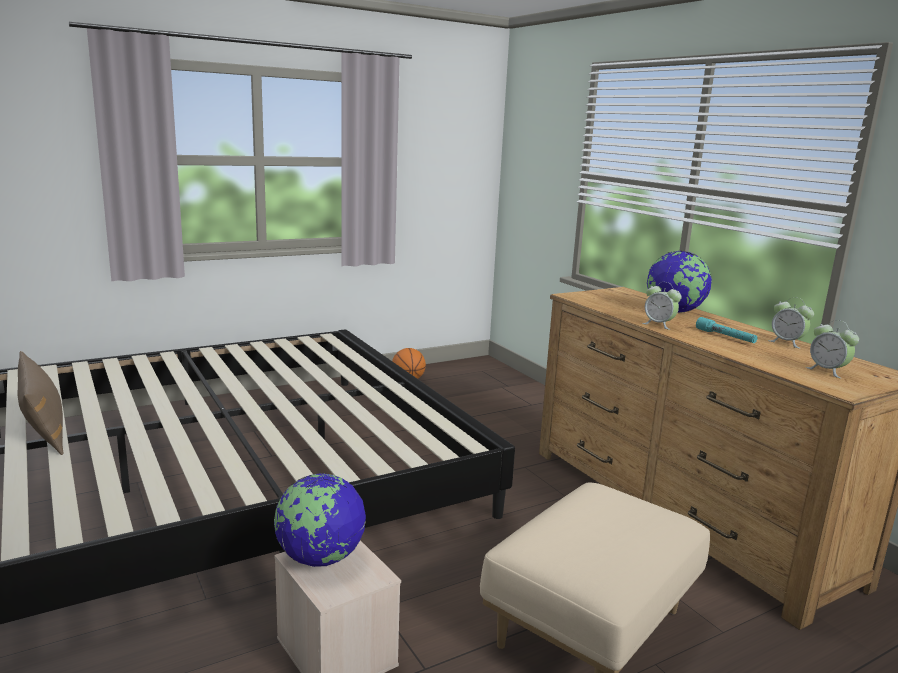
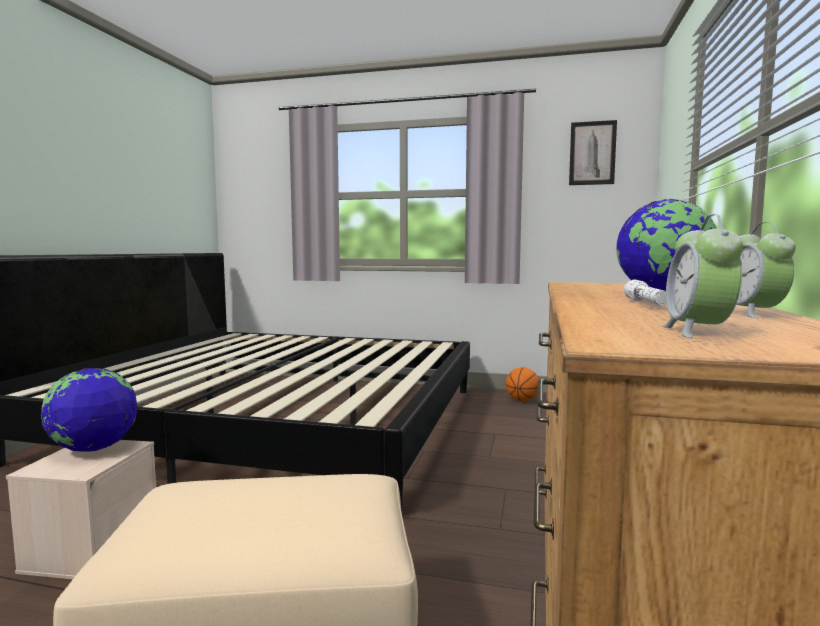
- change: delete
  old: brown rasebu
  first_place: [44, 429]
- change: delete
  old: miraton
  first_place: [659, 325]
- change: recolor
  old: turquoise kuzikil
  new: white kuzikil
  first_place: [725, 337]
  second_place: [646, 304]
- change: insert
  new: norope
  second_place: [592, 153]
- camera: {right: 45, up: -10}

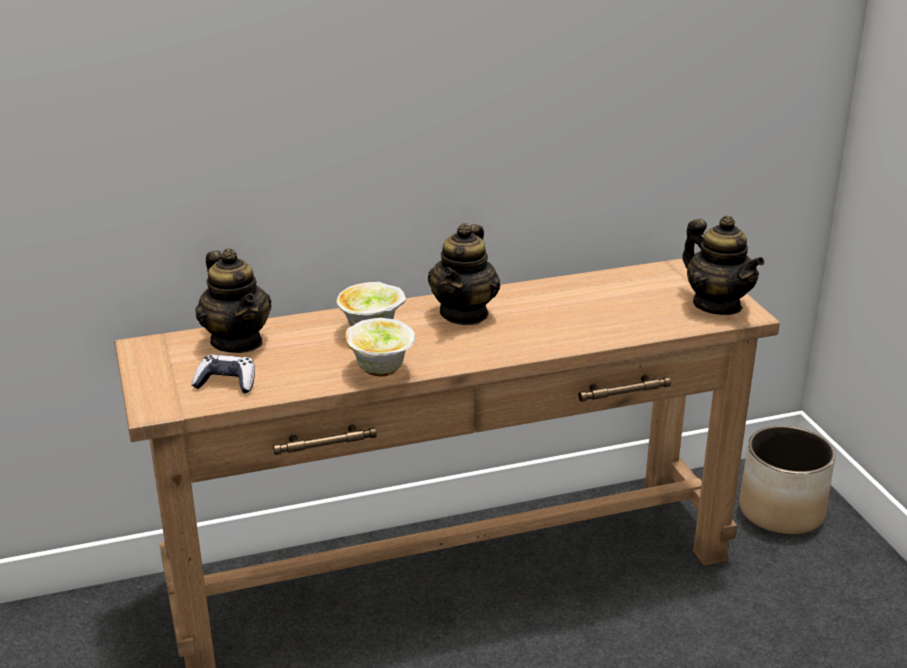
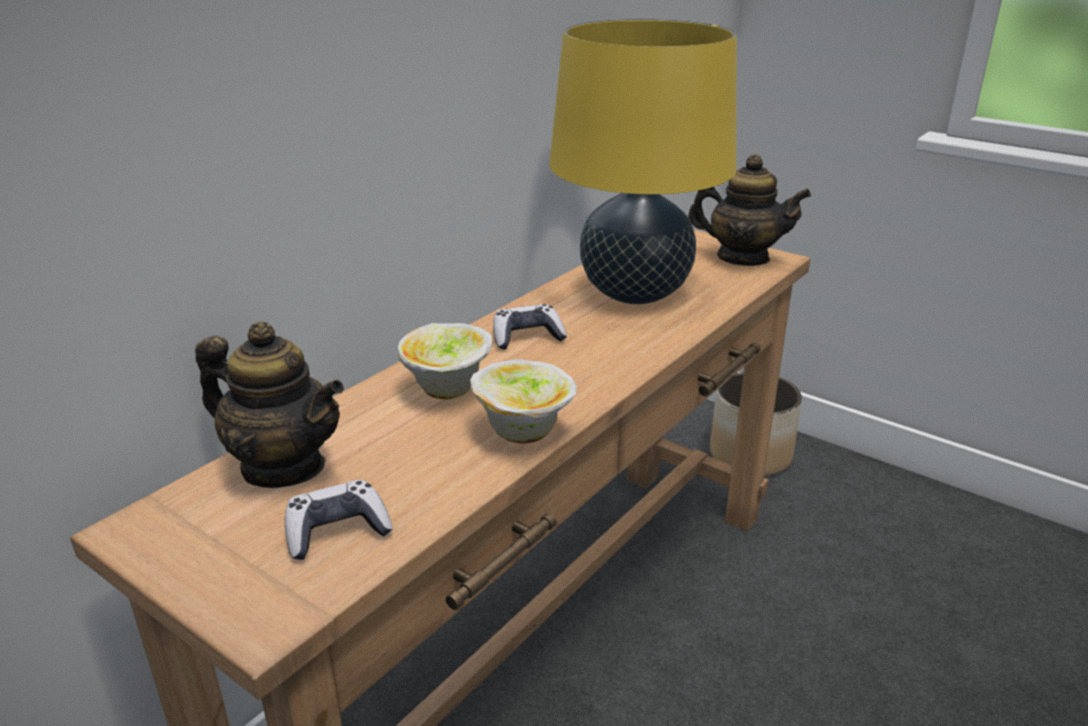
- change: replace
  old: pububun
  new: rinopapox
  first_place: [464, 313]
  second_place: [527, 337]
- change: insert
  new: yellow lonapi
  second_place: [635, 293]
- camera: {right: -35, up: 0}

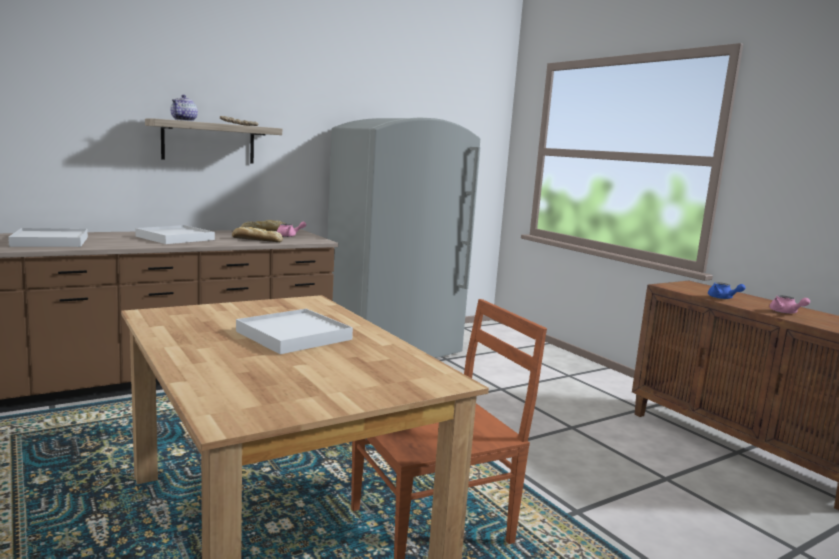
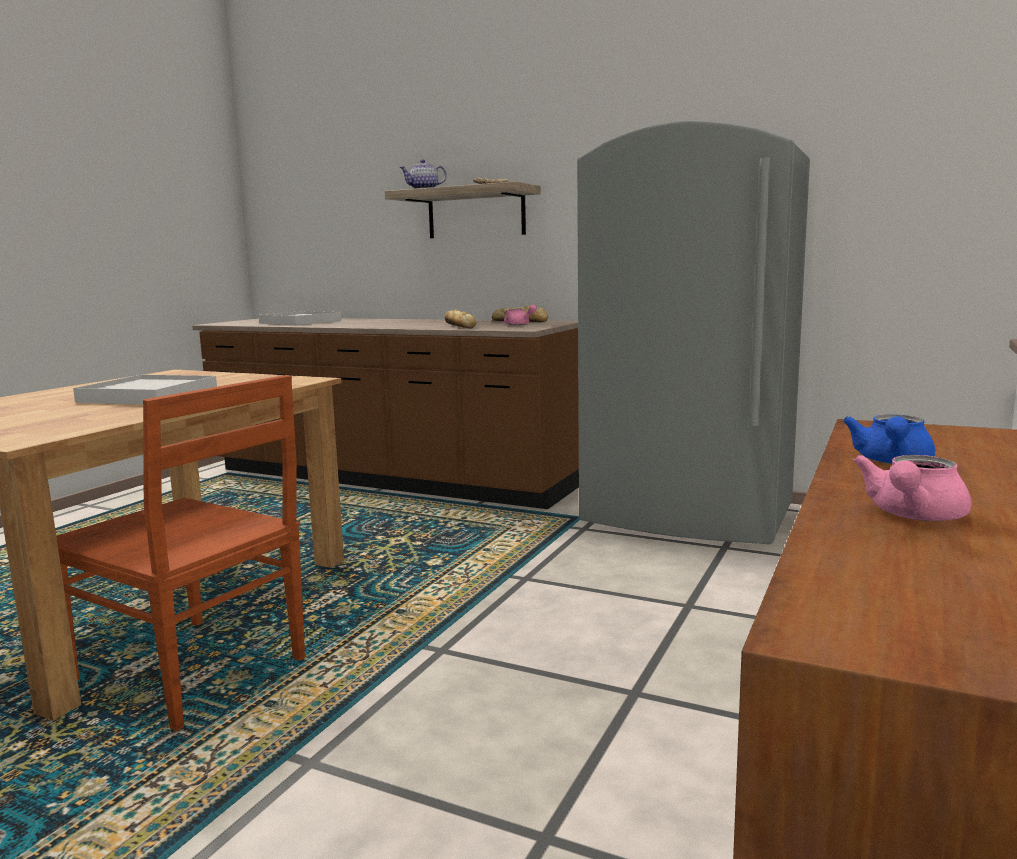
- change: delete
  old: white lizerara
  first_place: [175, 238]
- camera: {right: 60, up: 0}

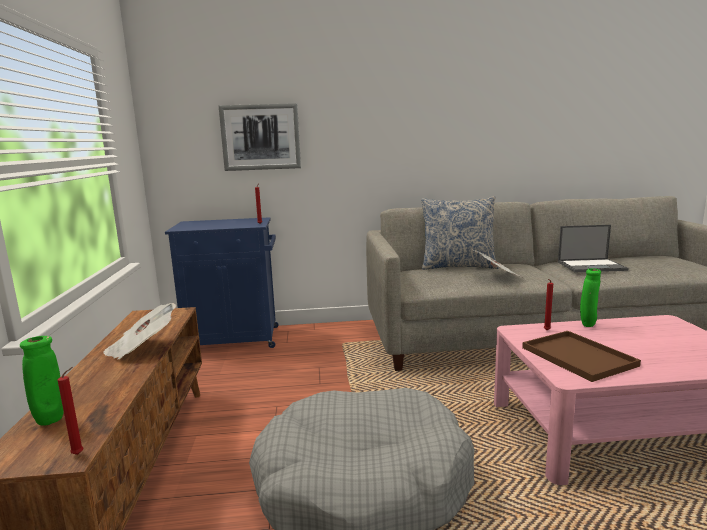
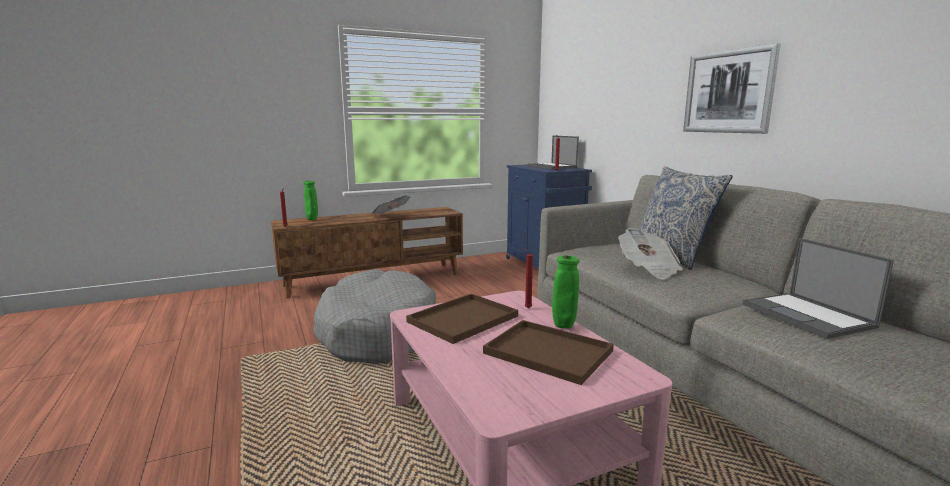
- change: move
  old: norope
  first_place: [260, 137]
  second_place: [728, 92]
- change: insert
  new: brown lizerara
  second_place: [545, 352]
- change: insert
  new: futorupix
  second_place: [552, 167]
- camera: {right: 70, up: 0}

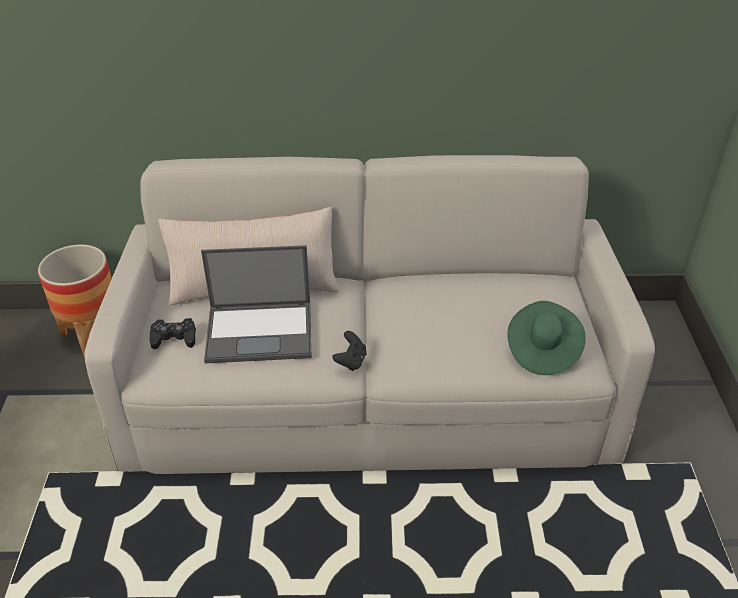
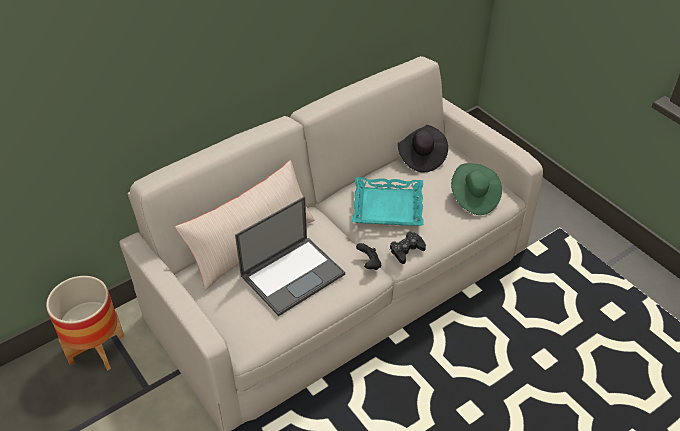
- change: move
  old: black rinopapox
  first_place: [174, 338]
  second_place: [406, 250]
- change: insert
  new: turquoise lizerara
  second_place: [387, 207]
- change: insert
  new: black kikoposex
  second_place: [421, 157]
- camera: {right: -35, up: 5}

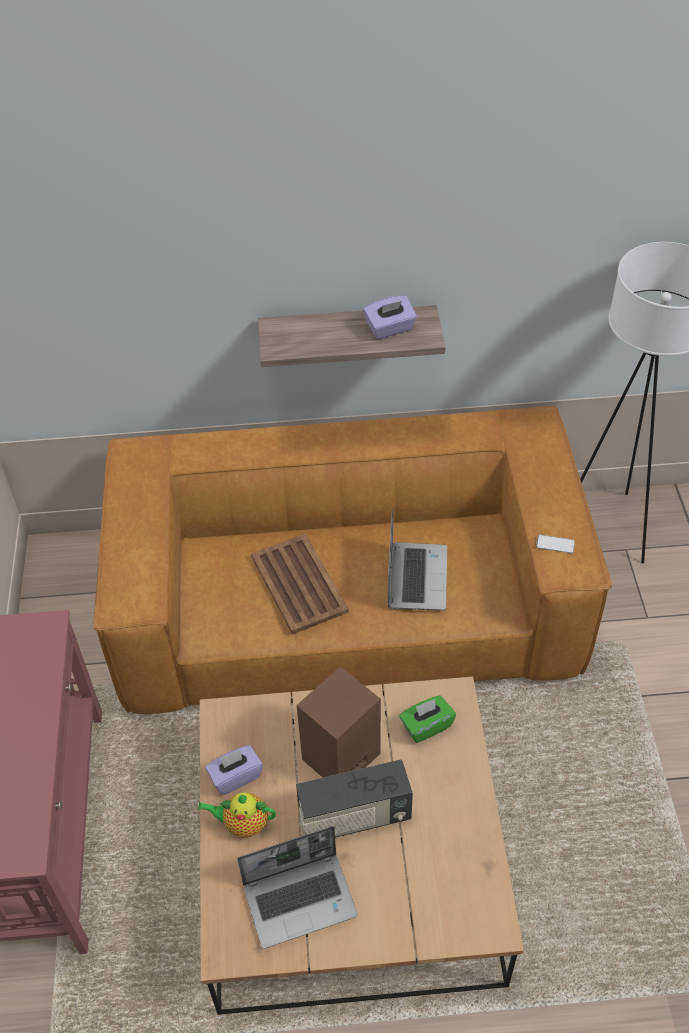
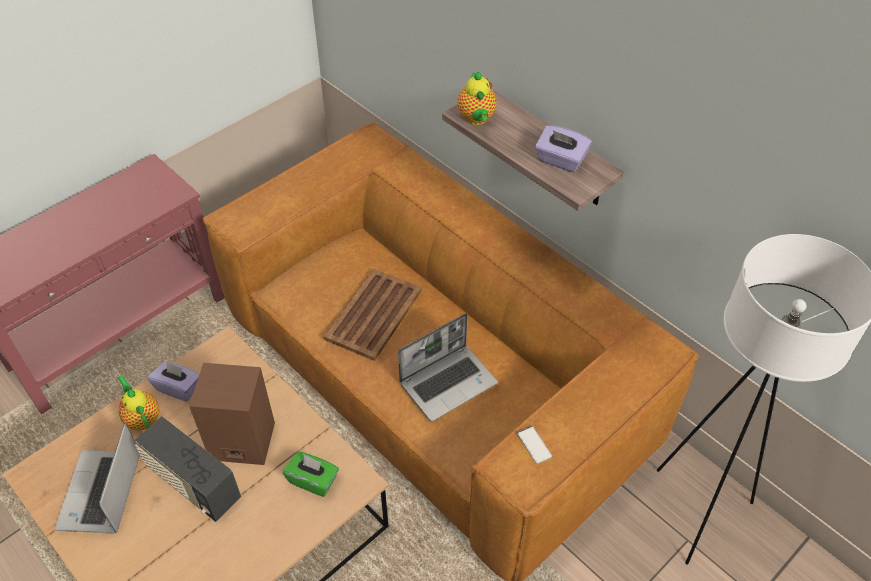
- change: rotate
  old: futorupix
  first_place: [300, 899]
  second_place: [101, 493]
  degrees: 60
- change: insert
  new: pububun
  second_place: [476, 119]
- camera: {right: 50, up: 0}

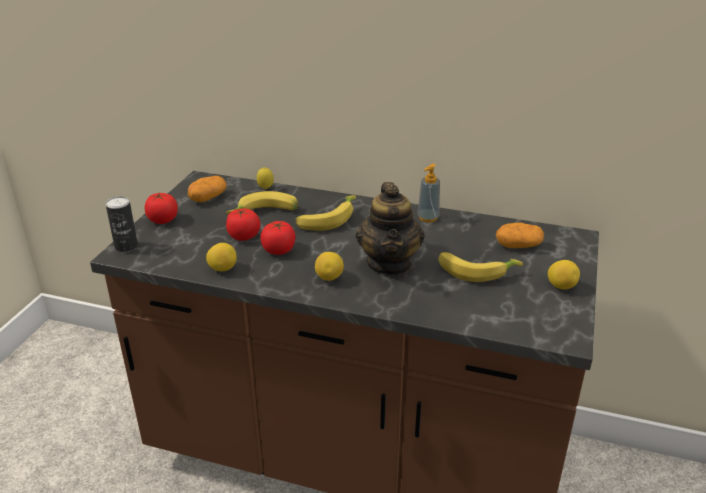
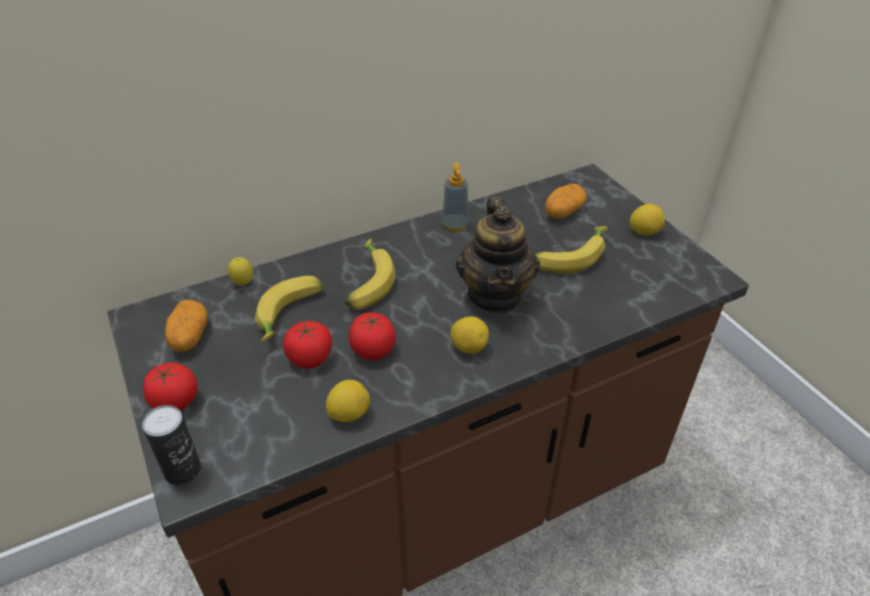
- change: rotate
  old: pububun
  first_place: [389, 263]
  second_place: [496, 295]
  degrees: 45
- camera: {right: -45, up: 10}

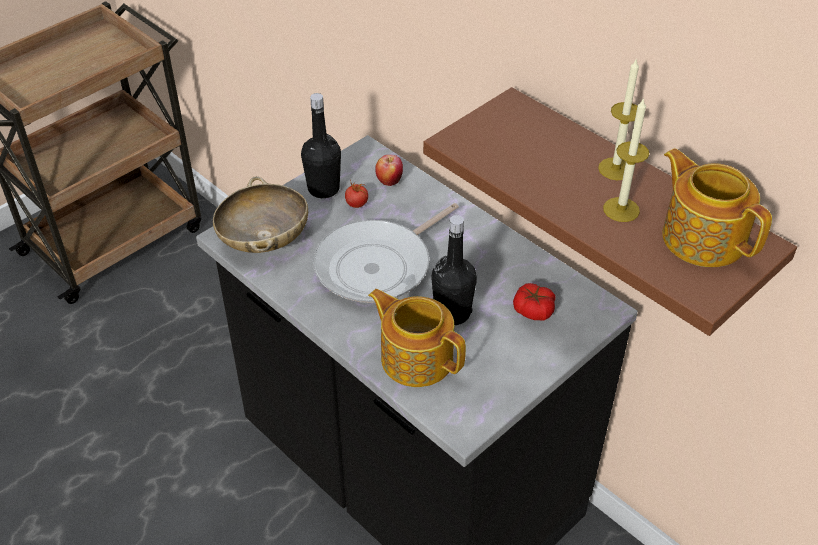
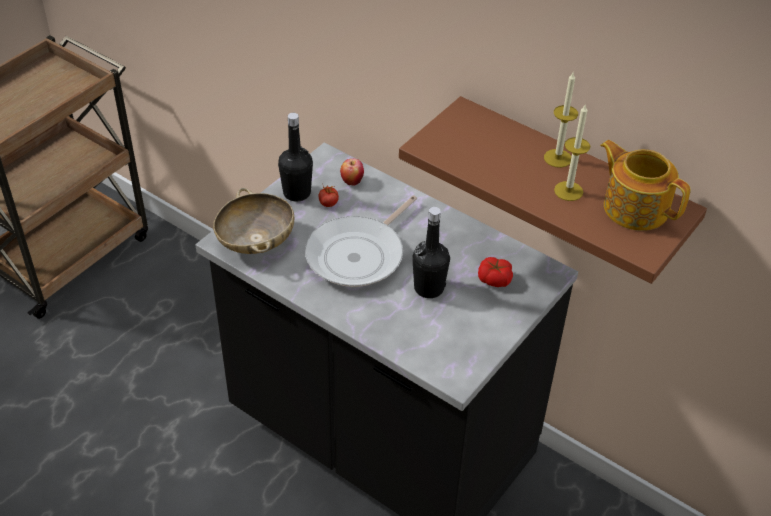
- change: delete
  old: pububun
  first_place: [416, 357]
- camera: {right: -10, up: 0}

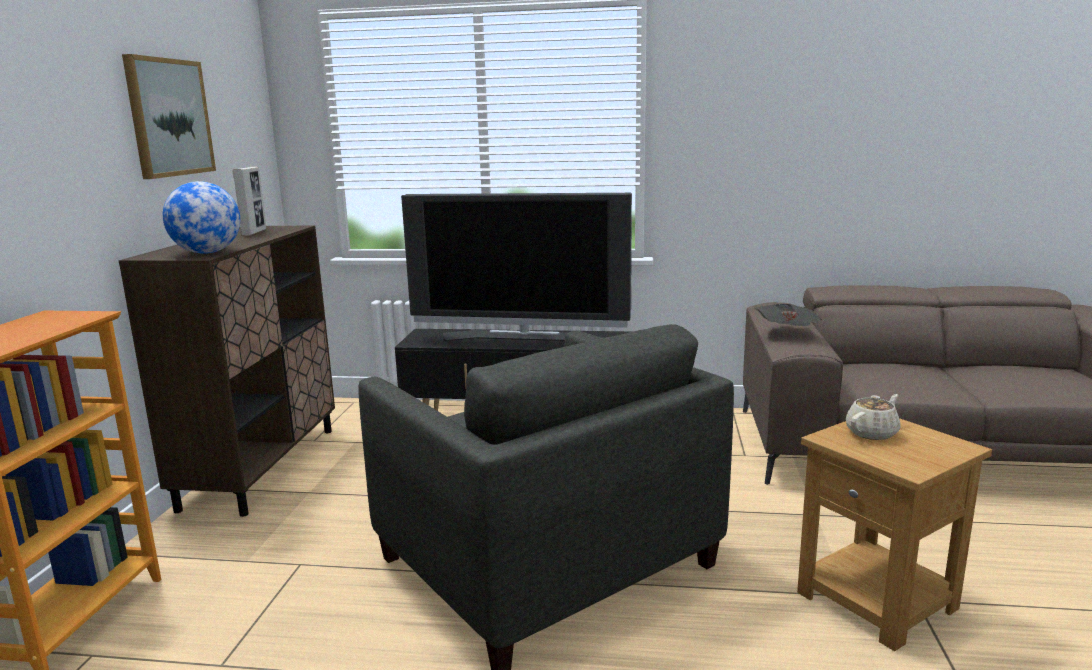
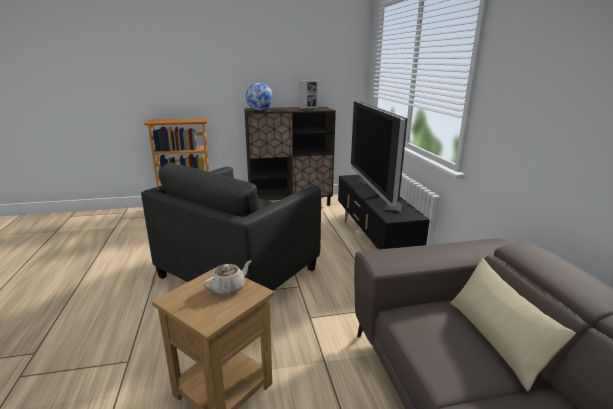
- change: delete
  old: norope
  first_place: [169, 117]
- change: delete
  old: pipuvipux
  first_place: [788, 333]
- change: rotate
  old: beige pububun
  first_place: [872, 433]
  second_place: [229, 288]
  degrees: -75
- change: insert
  new: beige rasebu
  second_place: [496, 338]
- camera: {right: 70, up: 5}

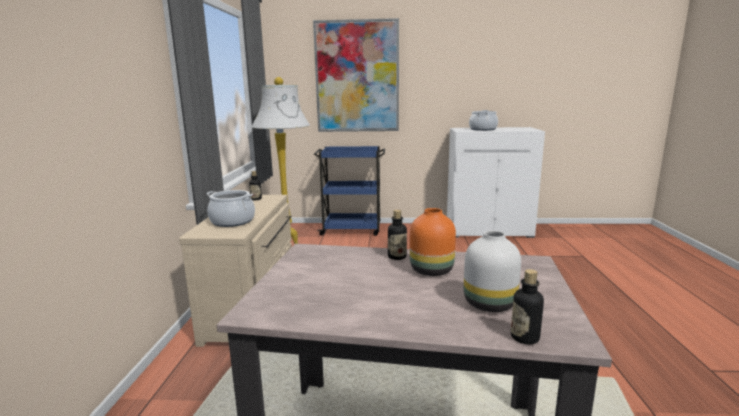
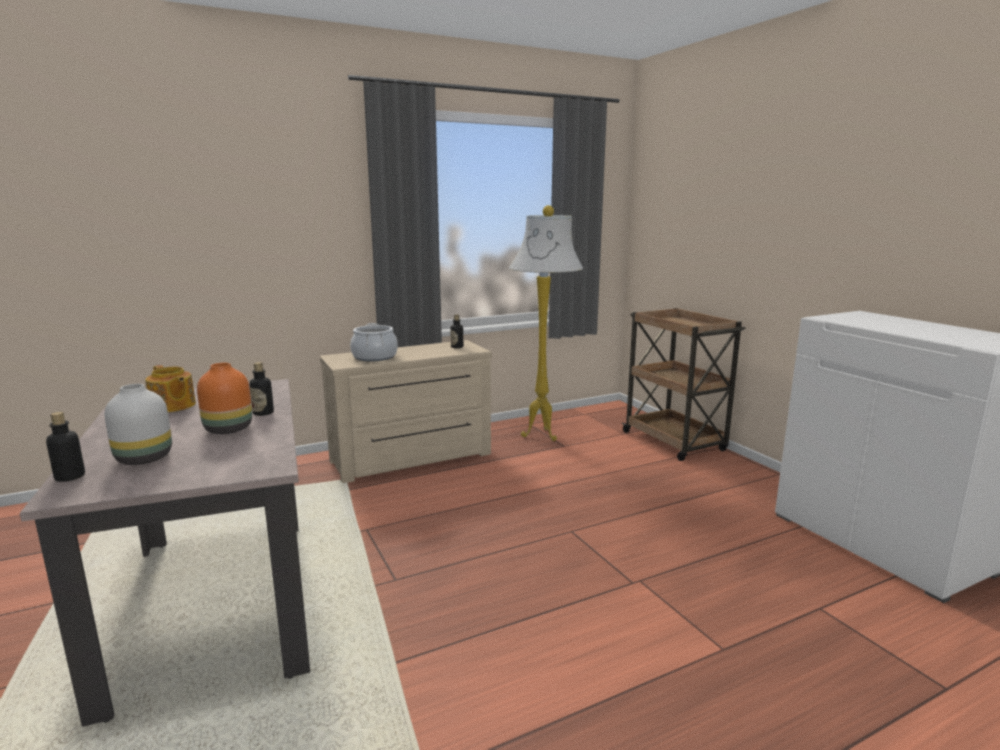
- change: delete
  old: norope
  first_place: [357, 77]
- change: recolor
  old: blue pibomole
  new: brown pibomole
  first_place: [352, 229]
  second_place: [674, 442]
- change: delete
  old: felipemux
  first_place: [482, 129]
- change: insert
  new: pububun
  second_place: [172, 406]
- camera: {right: 60, up: 0}

